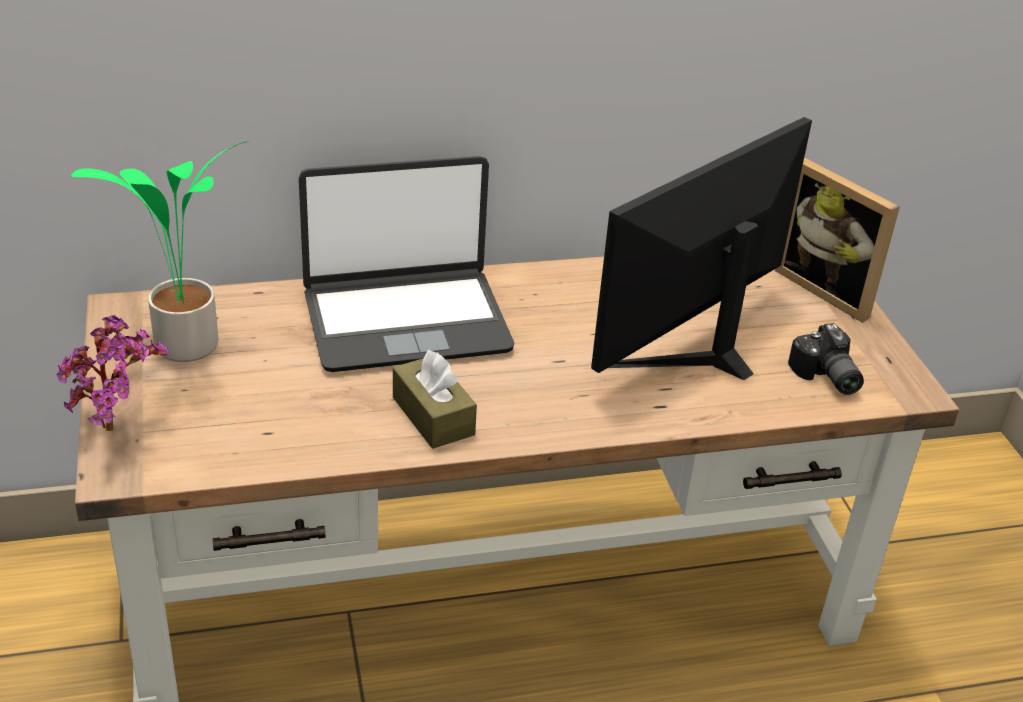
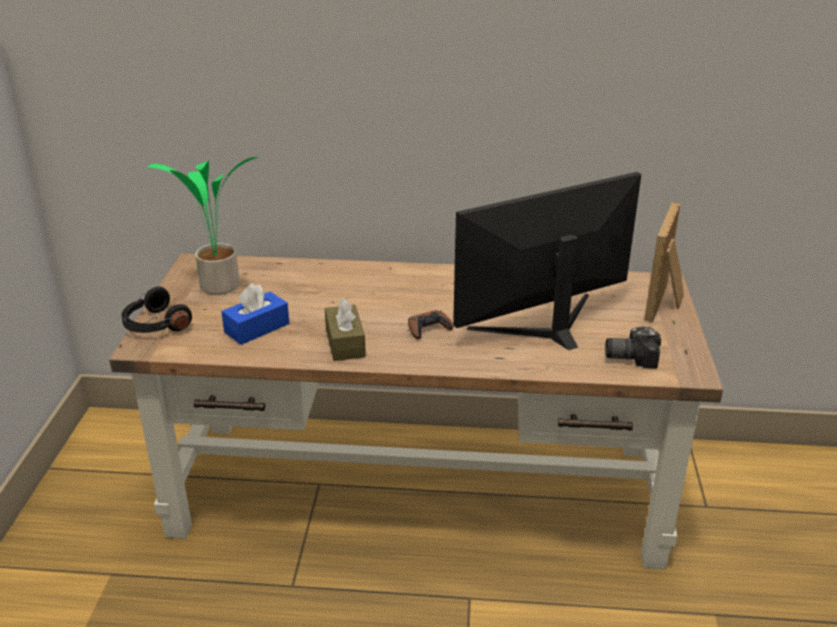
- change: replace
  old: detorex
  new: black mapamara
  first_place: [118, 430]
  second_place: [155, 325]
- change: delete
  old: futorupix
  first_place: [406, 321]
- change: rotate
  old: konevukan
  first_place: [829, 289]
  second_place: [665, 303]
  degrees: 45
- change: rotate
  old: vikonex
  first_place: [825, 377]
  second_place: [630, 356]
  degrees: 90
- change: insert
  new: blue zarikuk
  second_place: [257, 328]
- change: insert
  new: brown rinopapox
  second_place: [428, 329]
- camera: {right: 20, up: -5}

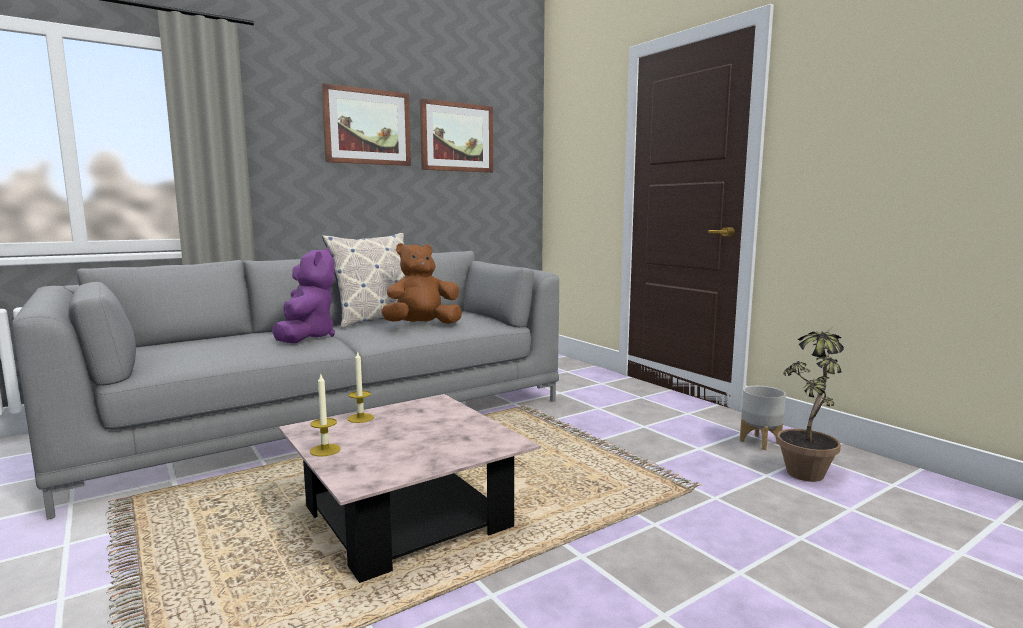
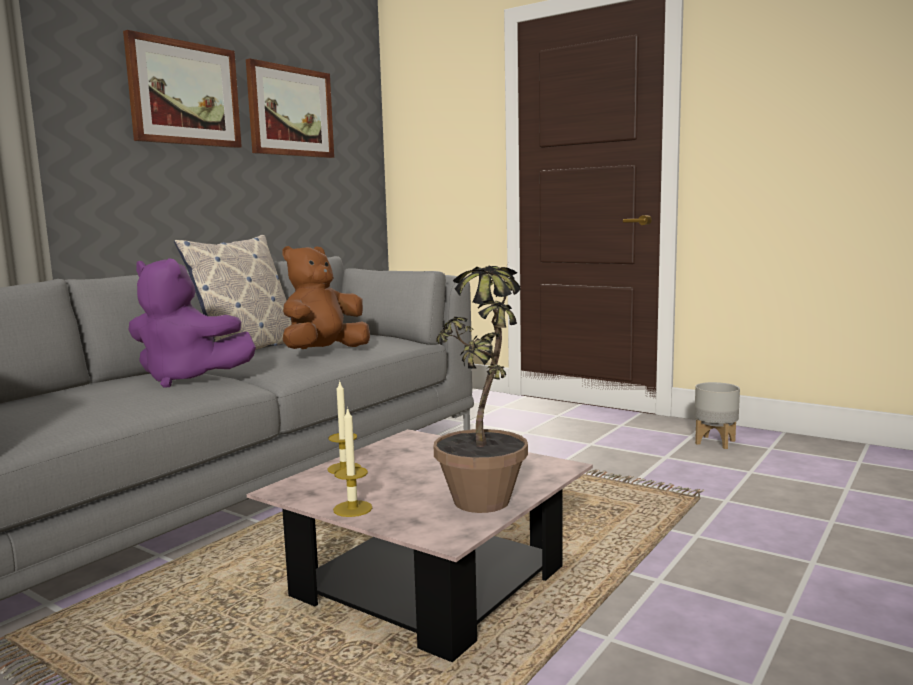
- change: rotate
  old: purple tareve
  first_place: [306, 337]
  second_place: [187, 379]
  degrees: 135
- change: move
  old: detorex
  first_place: [807, 469]
  second_place: [487, 493]
- camera: {right: -20, up: 0}

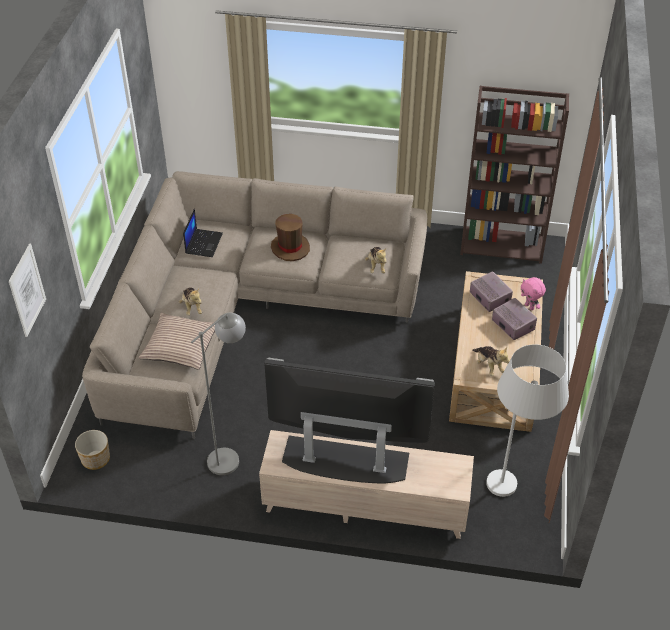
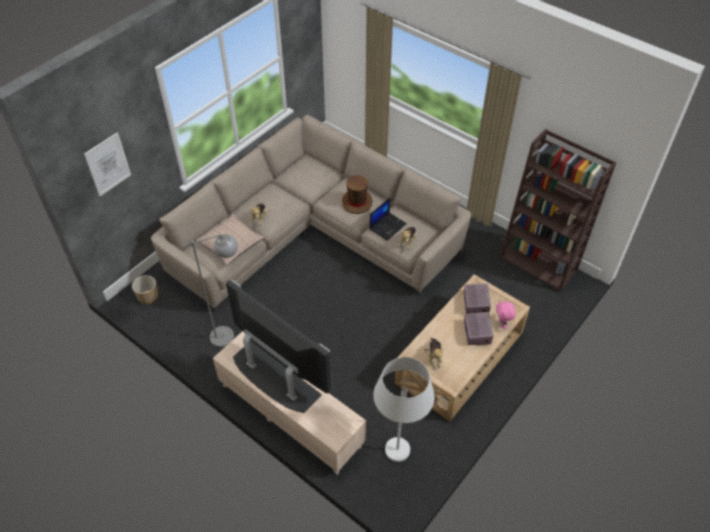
- change: move
  old: futorupix
  first_place: [203, 243]
  second_place: [387, 226]
- camera: {right: 30, up: 5}

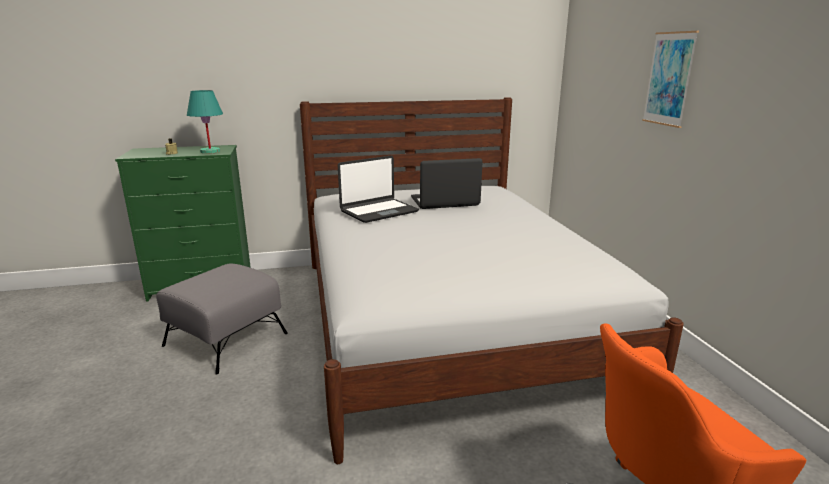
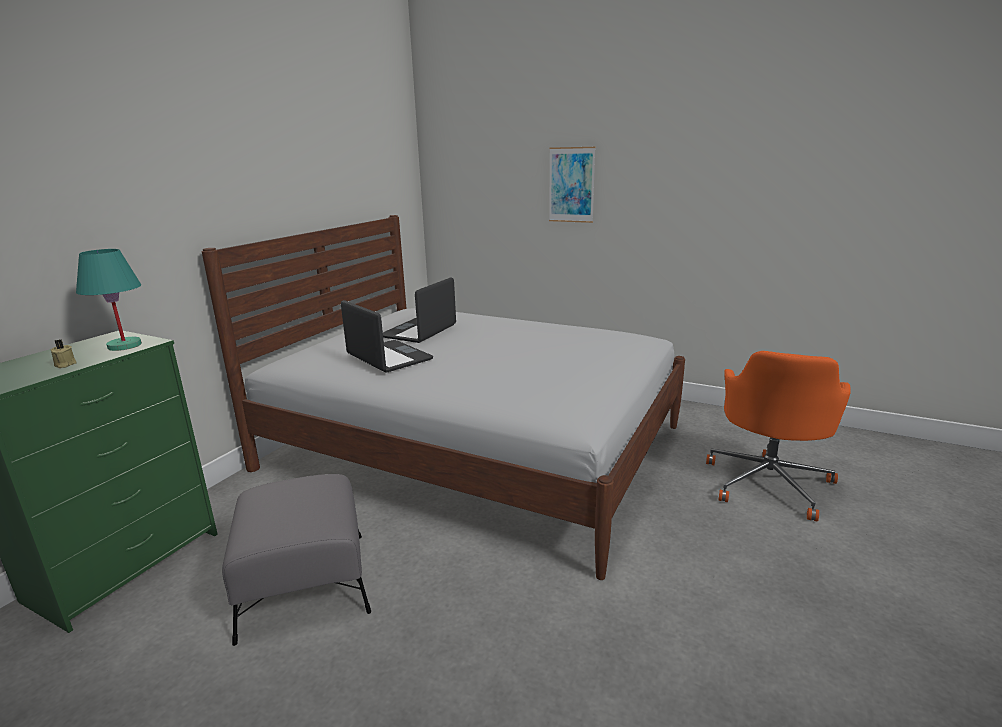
- change: rotate
  old: futorupix
  first_place: [378, 211]
  second_place: [388, 358]
  degrees: -45
- camera: {right: -50, up: 0}

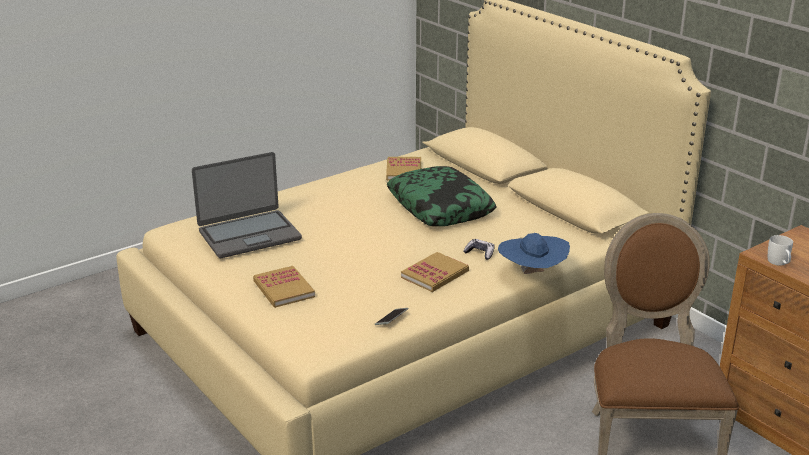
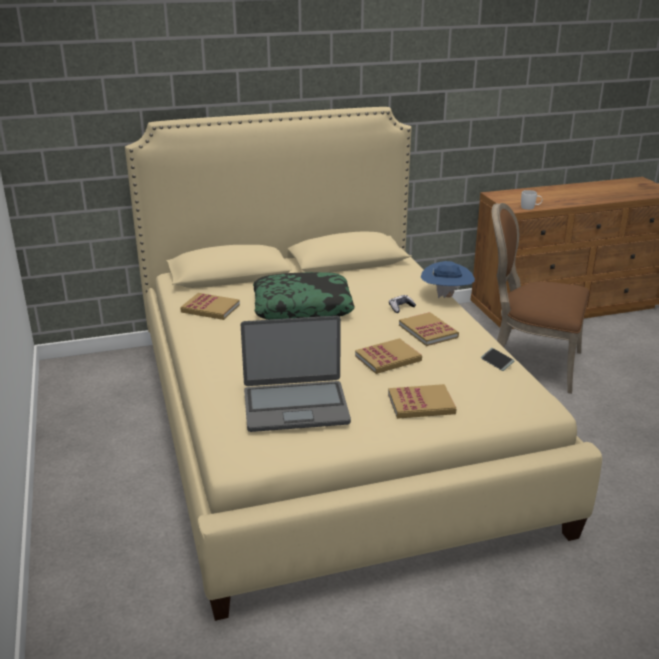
- change: rotate
  old: futorupix
  first_place: [249, 235]
  second_place: [295, 406]
  degrees: 90
- change: insert
  new: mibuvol
  second_place: [388, 358]
- camera: {right: -70, up: 0}

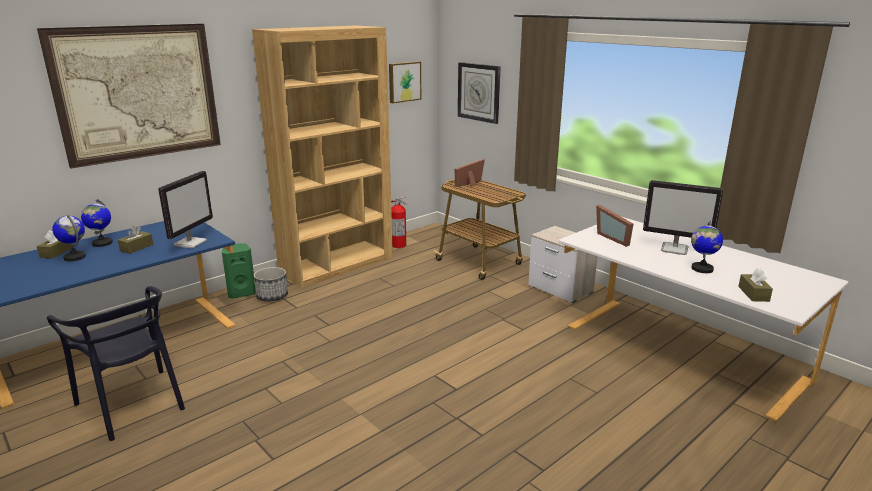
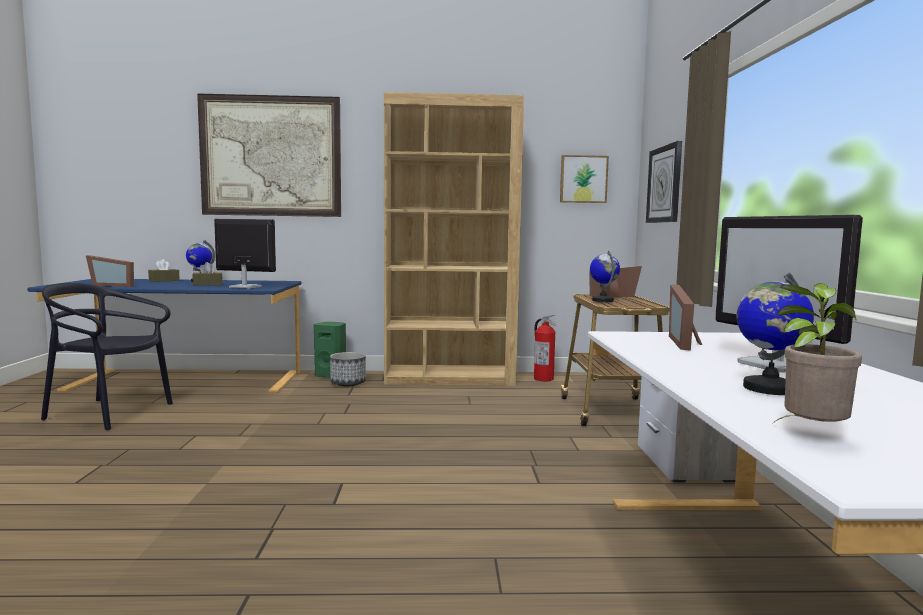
- change: rotate
  old: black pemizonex
  first_place: [133, 404]
  second_place: [108, 413]
  degrees: 105
- change: move
  old: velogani
  first_place: [75, 257]
  second_place: [603, 300]
- change: rotate
  old: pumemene
  first_place: [190, 243]
  second_place: [244, 287]
  degrees: -135
- change: replace
  old: brown zarikuk
  new: detorex
  first_place: [753, 294]
  second_place: [809, 434]
- change: insert
  new: konevukan
  second_place: [114, 285]
- camera: {right: 40, up: -15}

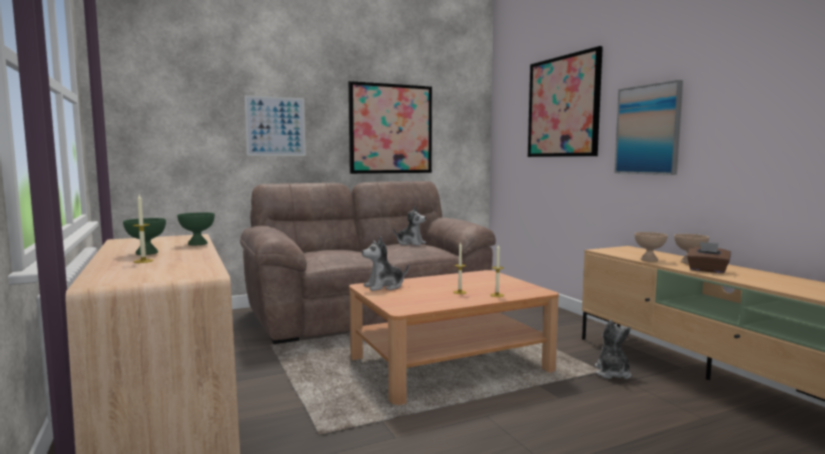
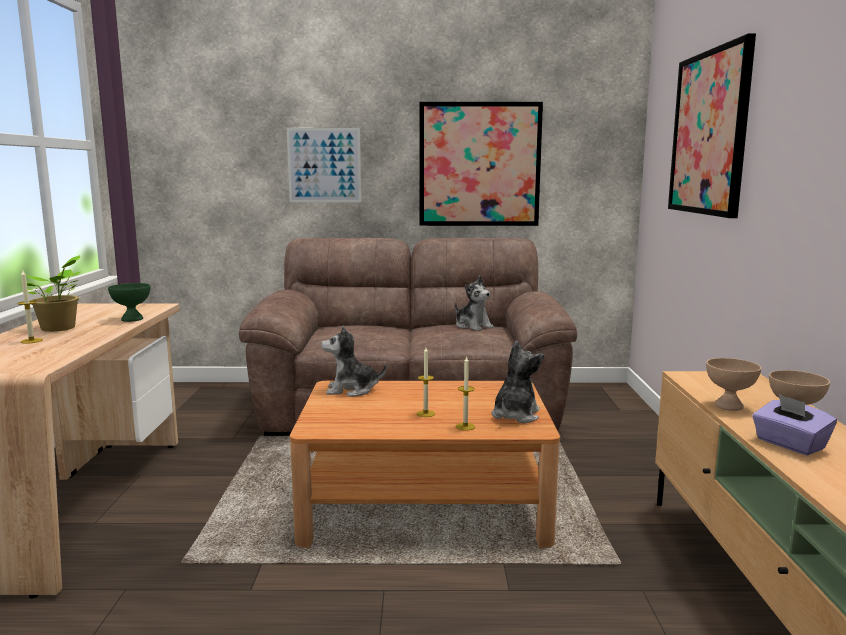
- change: replace
  old: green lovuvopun
  new: detorex
  first_place: [146, 253]
  second_place: [60, 328]
- change: move
  old: tareve
  first_place: [612, 373]
  second_place: [515, 415]
- change: delete
  old: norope
  first_place: [648, 130]
- change: recolor
  old: brown zarikuk
  new: purple zarikuk
  first_place: [707, 270]
  second_place: [789, 444]
- camera: {right: 25, up: 5}

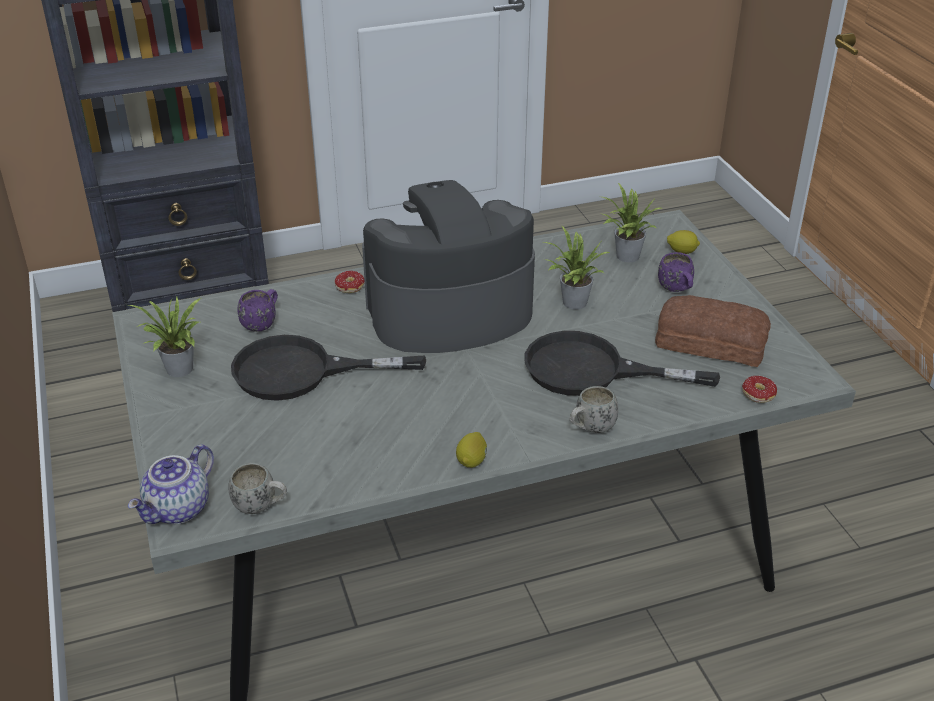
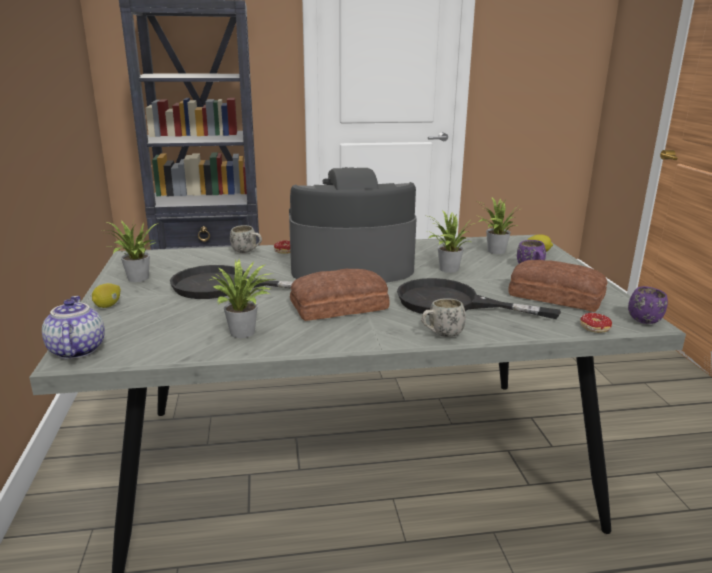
- change: rotate
  old: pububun
  first_place: [179, 510]
  second_place: [75, 350]
  degrees: 120
- change: move
  old: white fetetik
  first_place: [261, 506]
  second_place: [247, 252]
- change: move
  old: purple fetetik
  first_place: [262, 323]
  second_place: [646, 319]
- change: move
  old: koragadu
  first_place: [472, 461]
  second_place: [108, 305]
- change: insert
  new: detorex
  second_place: [245, 333]
- change: insert
  new: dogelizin
  second_place: [340, 307]
- camera: {right: 10, up: -15}

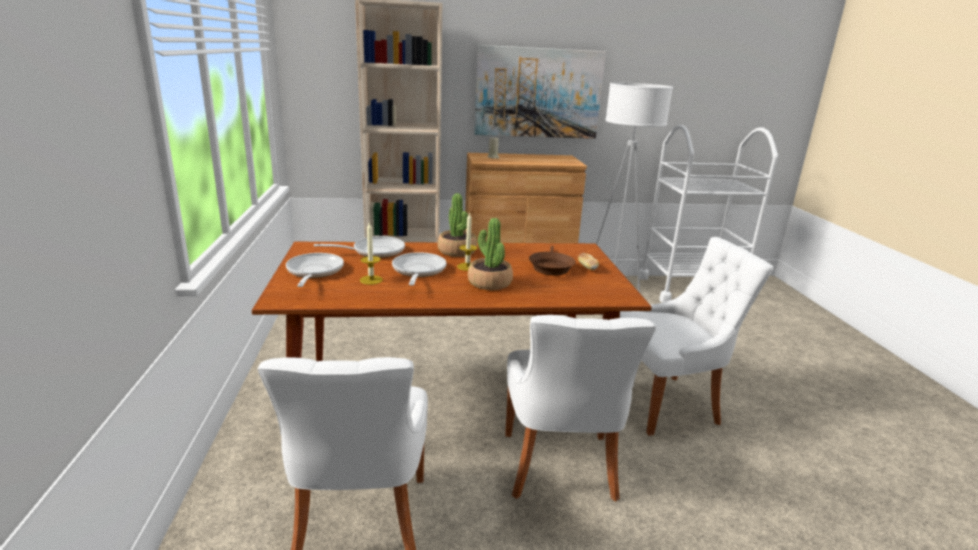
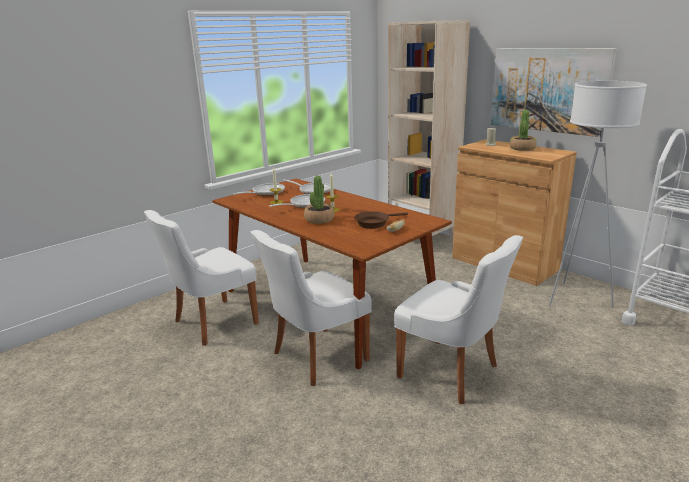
- change: move
  old: detorex
  first_place: [457, 251]
  second_place: [522, 148]
- camera: {right: 55, up: 0}

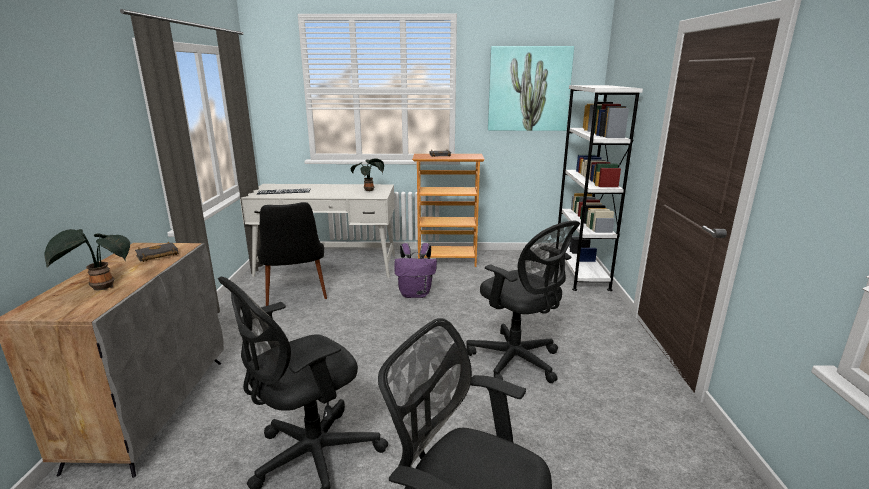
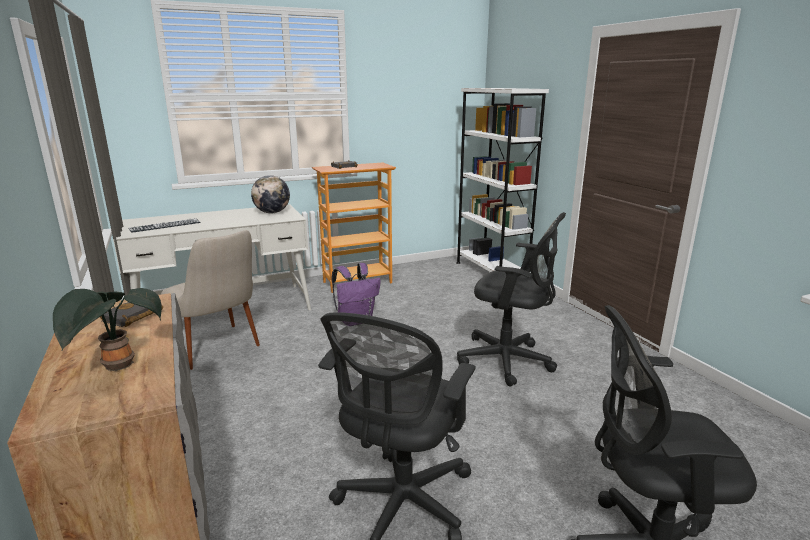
- change: recolor
  old: black pemizonex
  new: beige pemizonex
  first_place: [296, 297]
  second_place: [220, 351]
- change: replace
  old: detorex
  new: velogani
  first_place: [370, 190]
  second_place: [272, 212]
- change: delete
  old: norope
  first_place: [528, 89]
- camera: {right: -25, up: 0}

